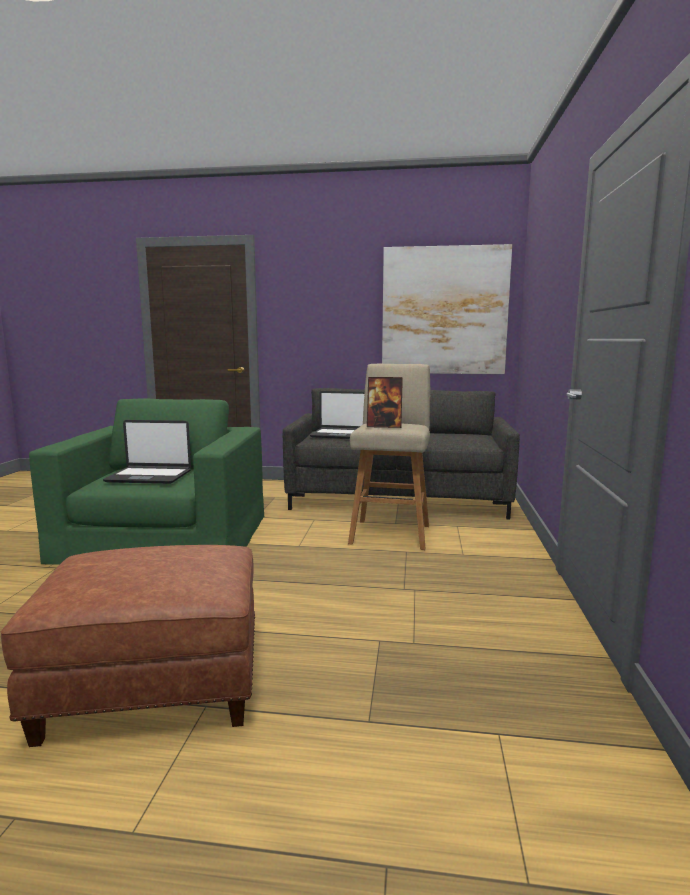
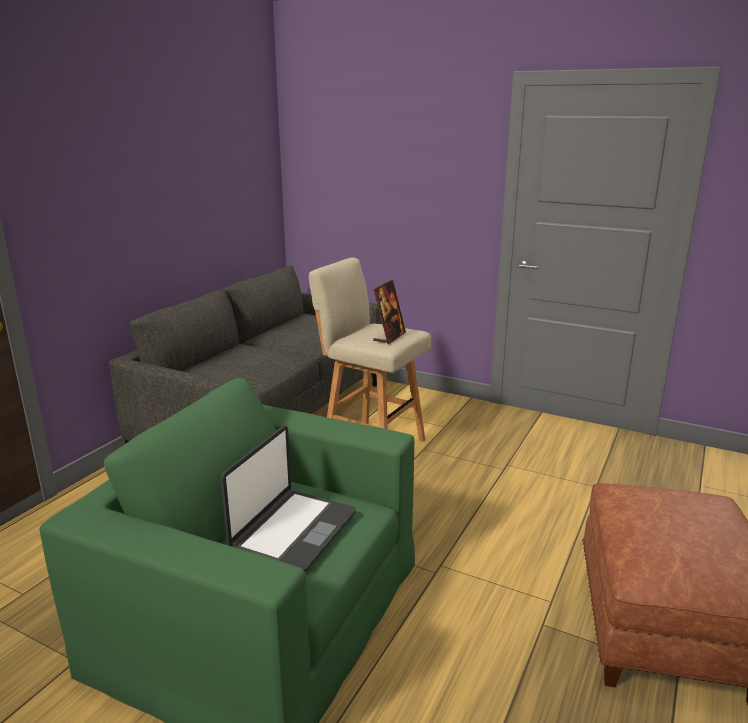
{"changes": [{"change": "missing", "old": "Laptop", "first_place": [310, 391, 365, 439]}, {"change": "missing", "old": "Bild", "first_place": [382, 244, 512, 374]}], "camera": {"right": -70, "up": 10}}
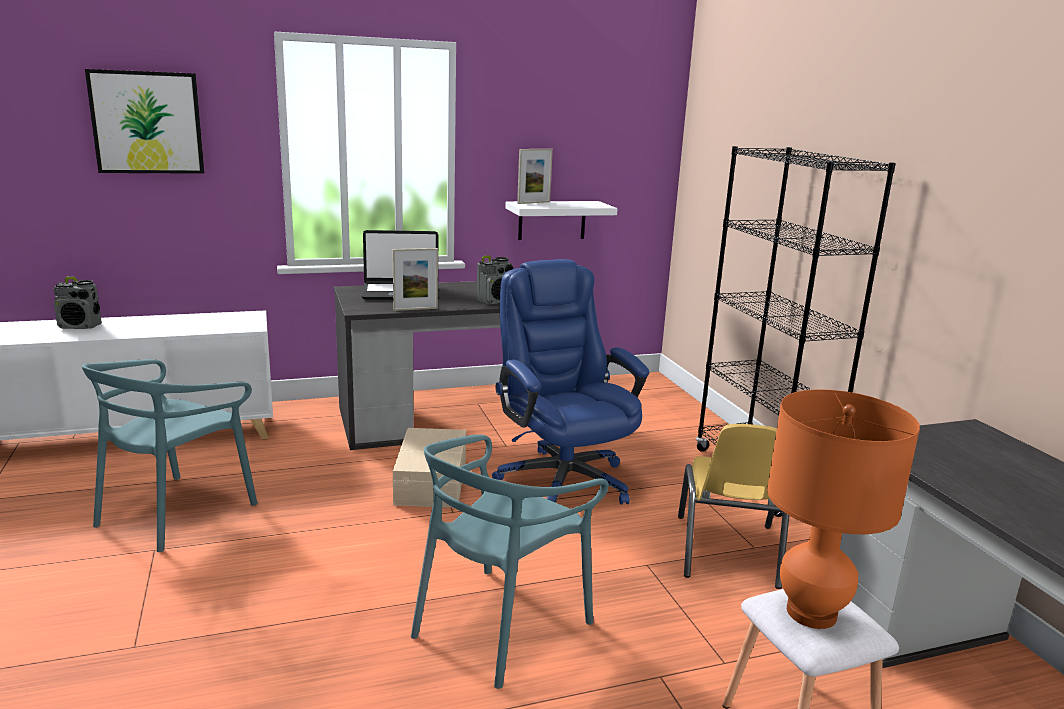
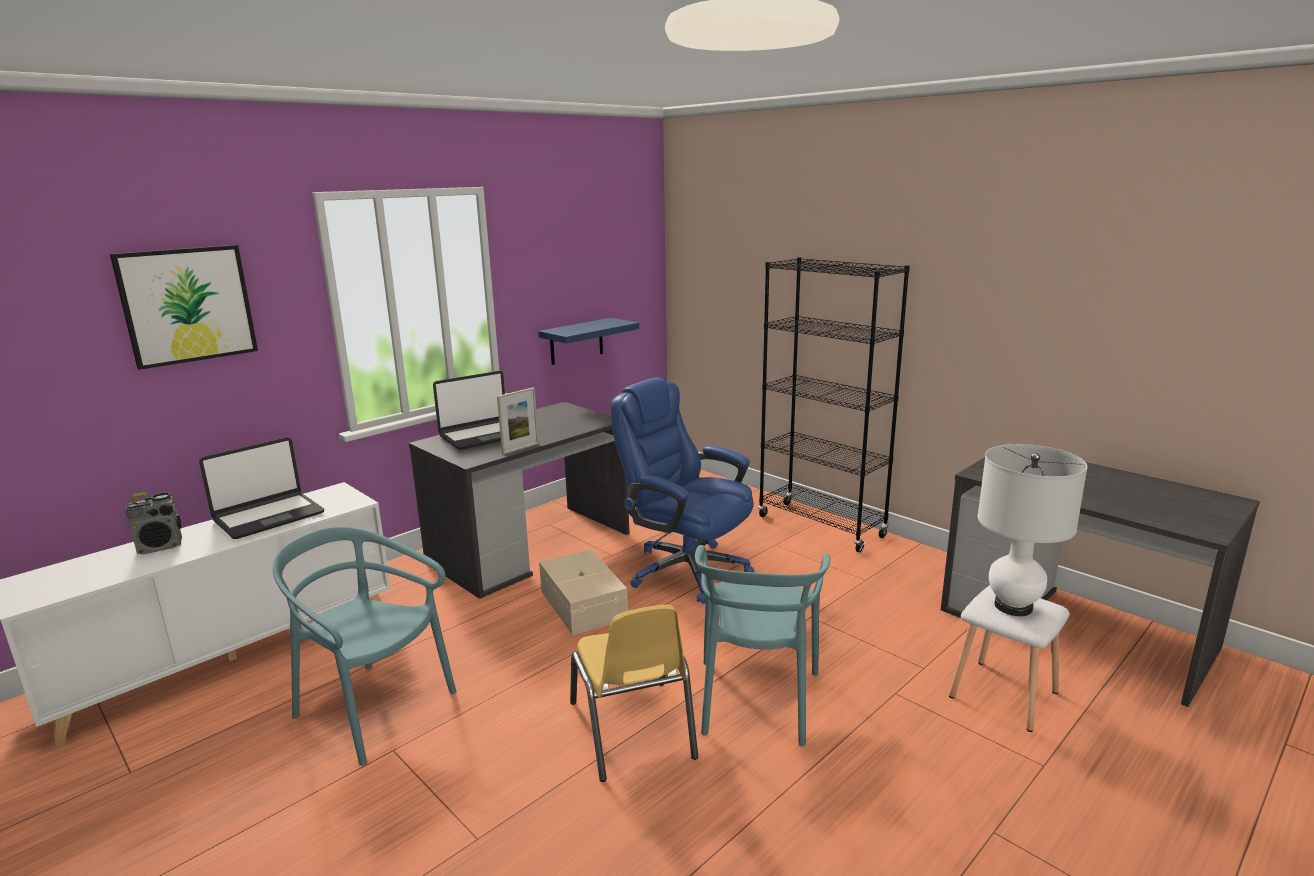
{"changes": [{"change": "missing", "old": "Radio", "first_place": [477, 255, 514, 304]}, {"change": "missing", "old": "Bilderrahmen", "first_place": [517, 149, 553, 204]}, {"change": "appeared", "new": "Laptop", "second_place": [199, 437, 324, 539]}, {"change": "relocated", "old": "Stuhl (gelb)", "first_place": [678, 424, 789, 589], "second_place": [570, 605, 698, 782]}, {"change": "colour", "old": "Wandregal (weiß)", "new": "Wandregal (blau)", "first_place": [505, 201, 618, 240], "second_place": [538, 318, 639, 365]}, {"change": "colour", "old": "Tischlampe (orange)", "new": "Tischlampe (weiß)", "first_place": [767, 389, 920, 629], "second_place": [977, 444, 1088, 616]}, {"change": "spun", "old": "Stuhl (türkis)", "first_place": [82, 359, 258, 552], "second_place": [273, 527, 457, 766], "degrees": 120}], "camera": {"right": -25, "up": 0}}
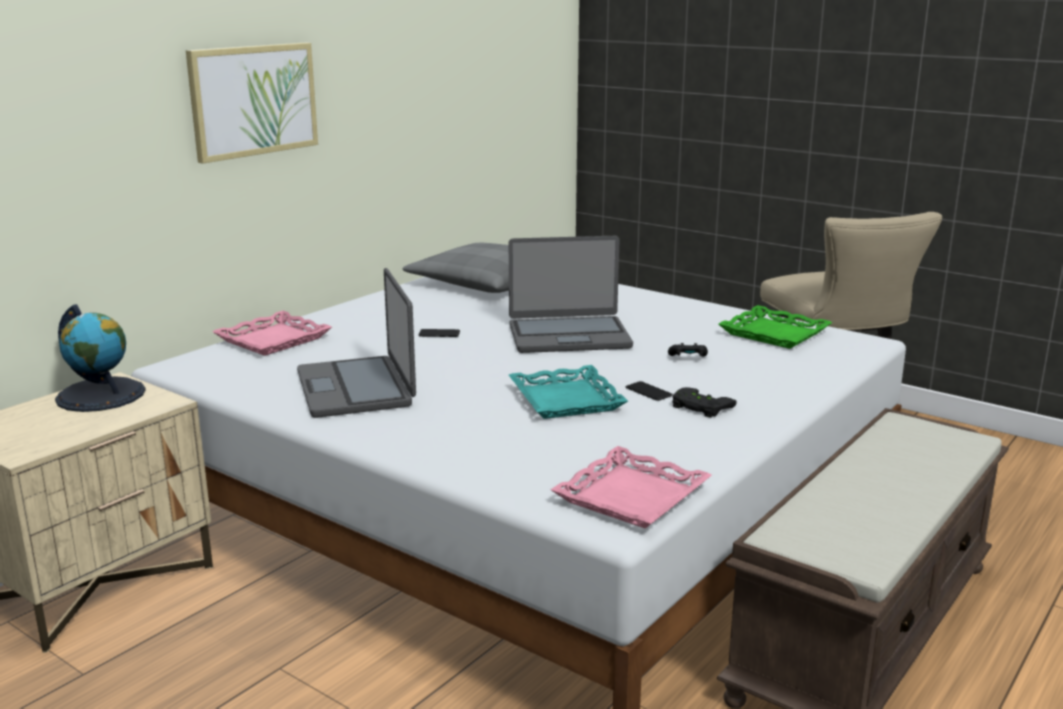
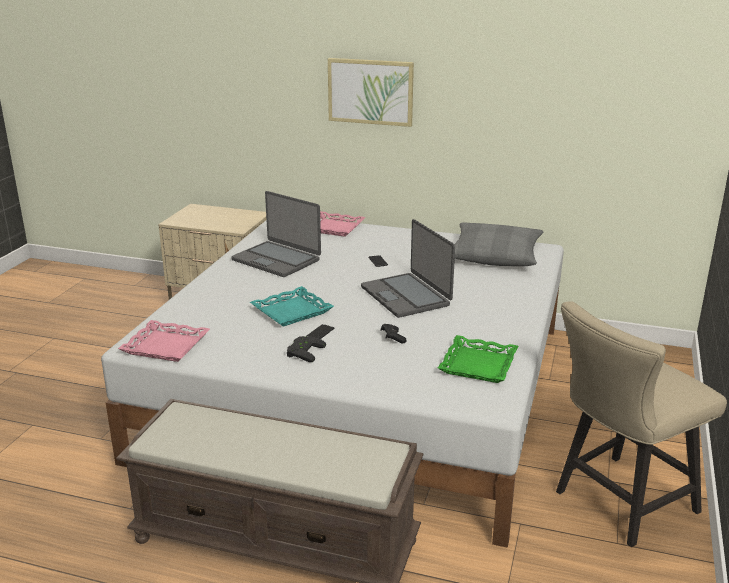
{"changes": [{"change": "missing", "old": "Globus", "first_place": [55, 304, 146, 412]}, {"change": "spun", "old": "Laptop", "first_place": [297, 268, 416, 418], "second_place": [231, 191, 321, 277], "degrees": -105}], "camera": {"right": 70, "up": 5}}
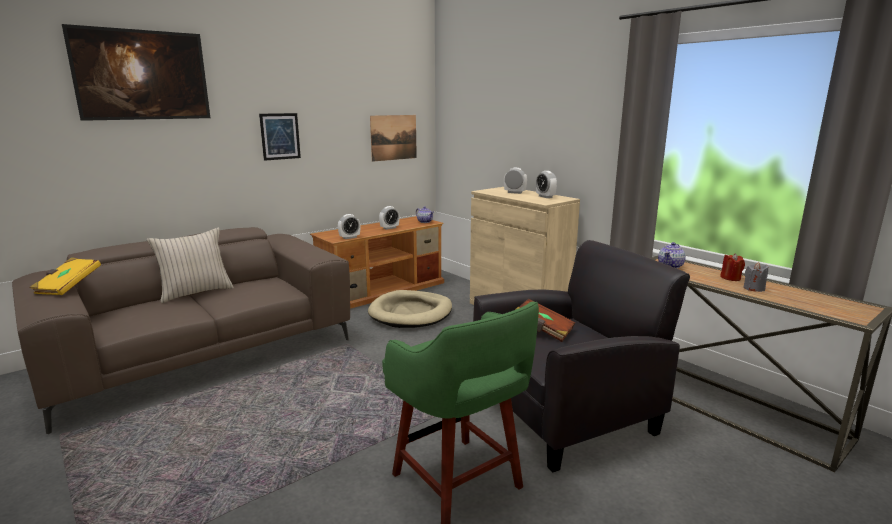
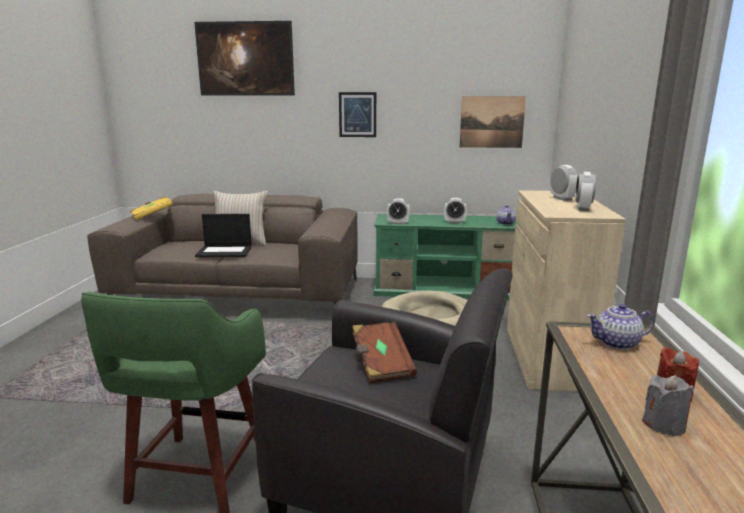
{"changes": [{"change": "appeared", "new": "Laptop", "second_place": [195, 214, 252, 257]}, {"change": "colour", "old": "Fernsehschrank (braun)", "new": "Fernsehschrank (grün)", "first_place": [310, 216, 444, 309], "second_place": [373, 214, 520, 301]}], "camera": {"right": 45, "up": 0}}
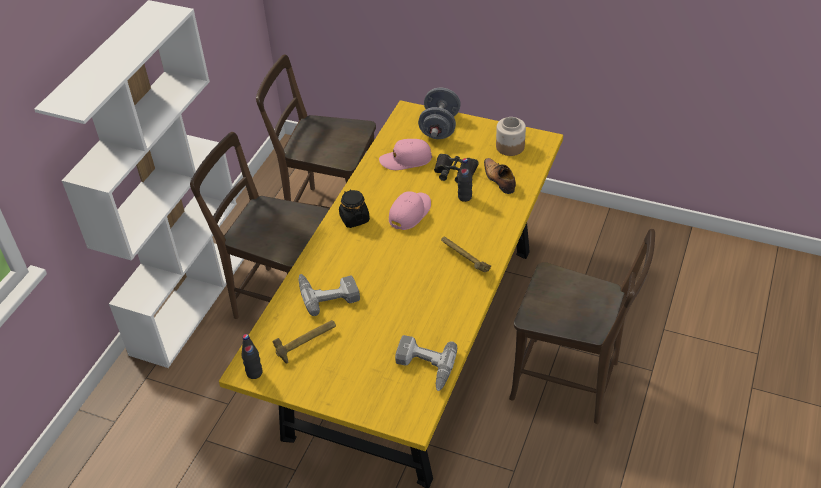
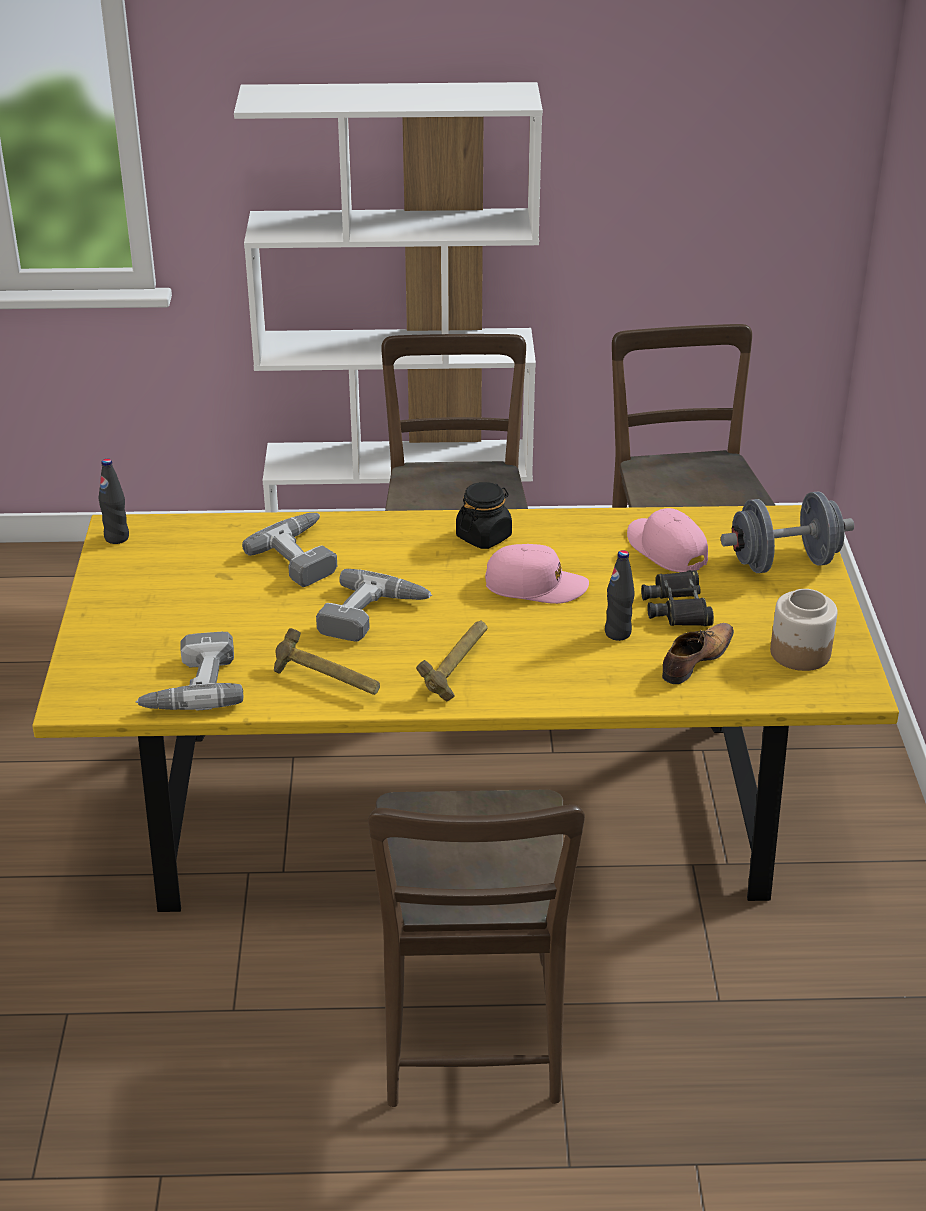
{"changes": [{"change": "appeared", "new": "Bohrmaschine", "second_place": [316, 569, 432, 642]}, {"change": "relocated", "old": "Hammer", "first_place": [272, 320, 336, 364], "second_place": [274, 628, 380, 695]}], "camera": {"right": 65, "up": -10}}
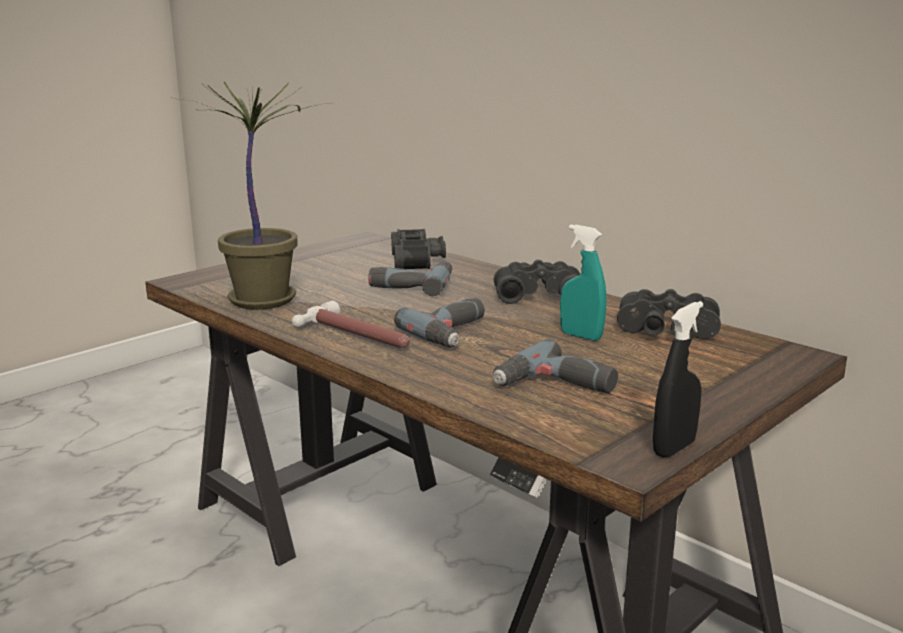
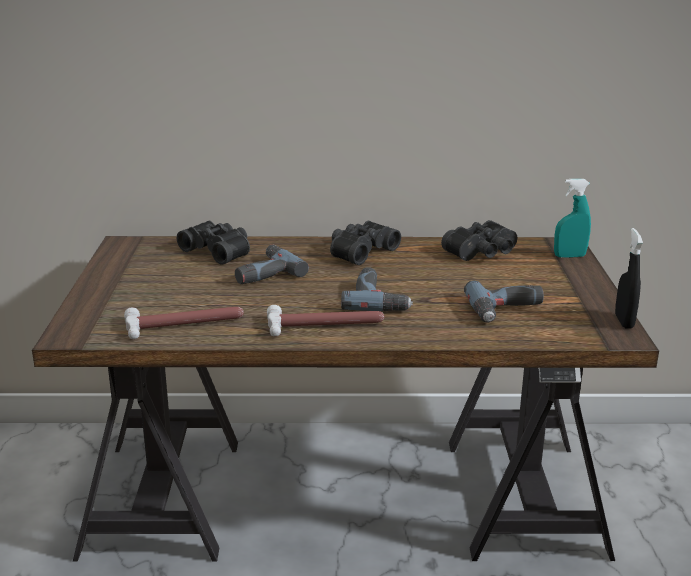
{"changes": [{"change": "relocated", "old": "Sprühflasche (türkis)", "first_place": [560, 225, 606, 341], "second_place": [554, 179, 591, 258]}, {"change": "exchanged", "old": "Topfpflanze", "new": "Hammer", "first_place": [170, 82, 330, 310], "second_place": [124, 307, 244, 339]}], "camera": {"right": -45, "up": 5}}
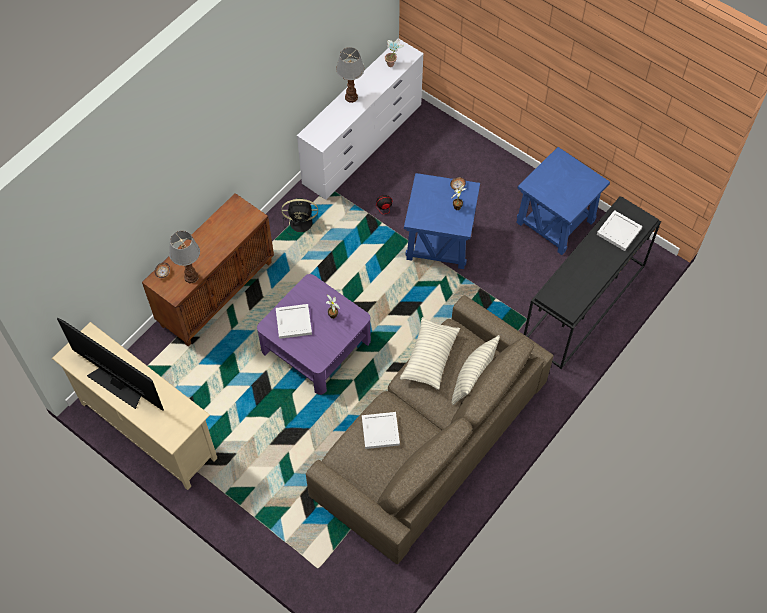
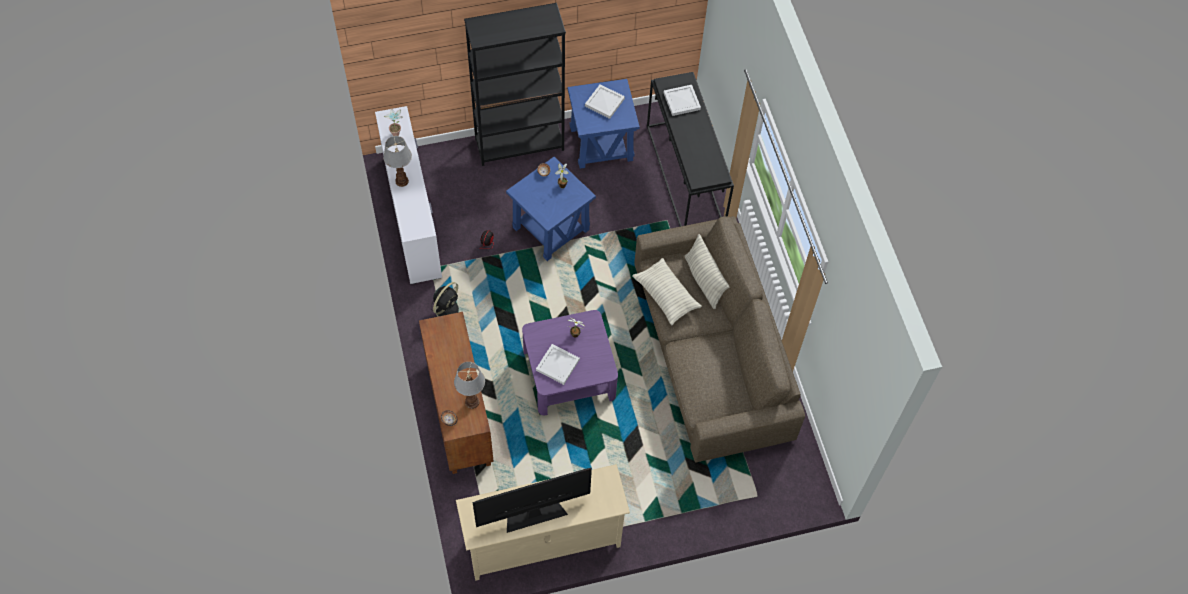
{"changes": [{"change": "appeared", "new": "Bücherregal (schwarz)", "second_place": [464, 3, 566, 166]}, {"change": "relocated", "old": "Tablett (weiß)", "first_place": [362, 412, 400, 449], "second_place": [585, 84, 625, 119]}], "camera": {"right": -55, "up": 0}}
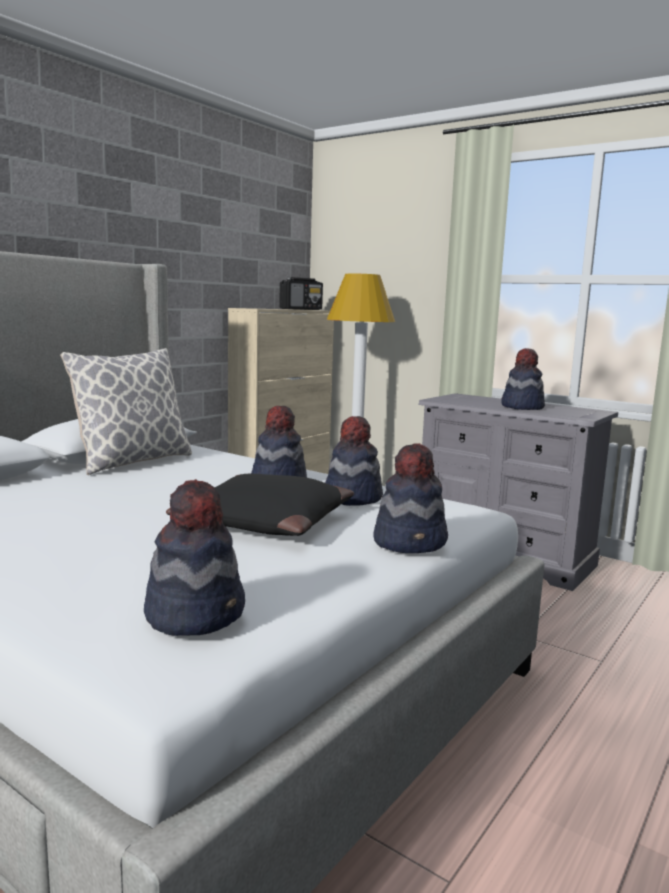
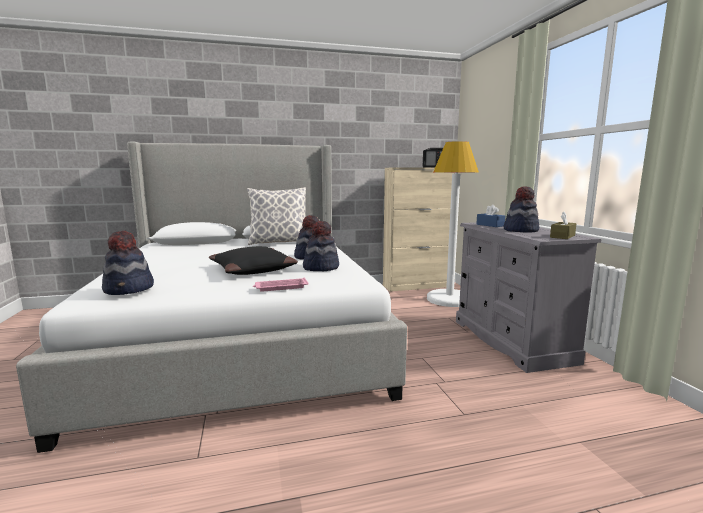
{"changes": [{"change": "appeared", "new": "Taschentuchbox (blau)", "second_place": [476, 204, 505, 227]}, {"change": "appeared", "new": "Taschentuchbox (braun)", "second_place": [550, 212, 577, 239]}, {"change": "exchanged", "old": "Hut", "new": "Tablett (rosa)", "first_place": [373, 443, 448, 553], "second_place": [253, 278, 309, 292]}], "camera": {"right": 40, "up": 0}}
